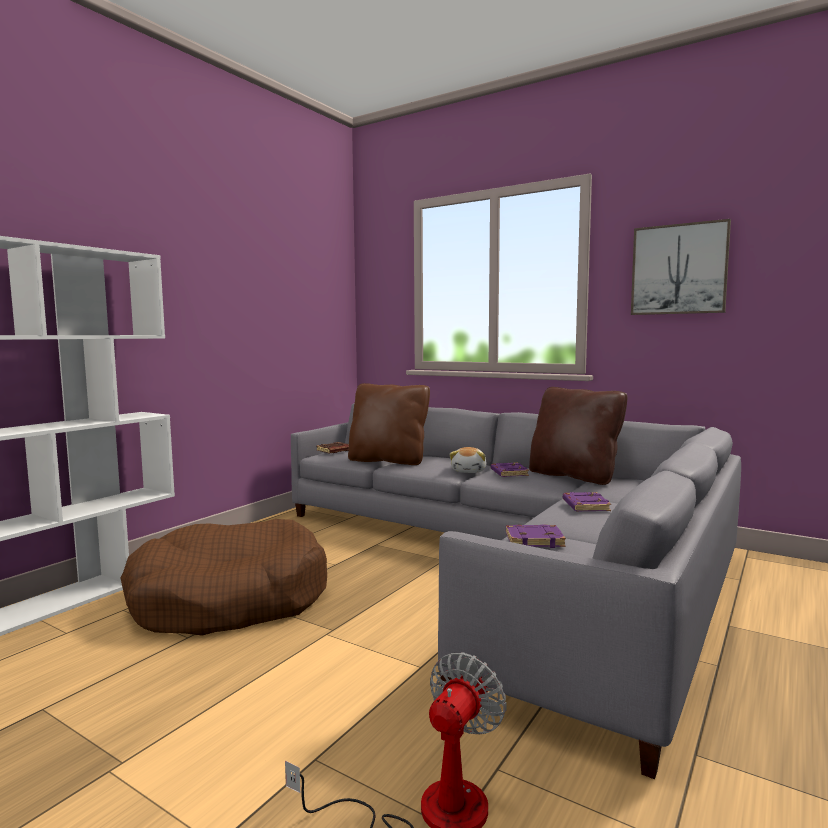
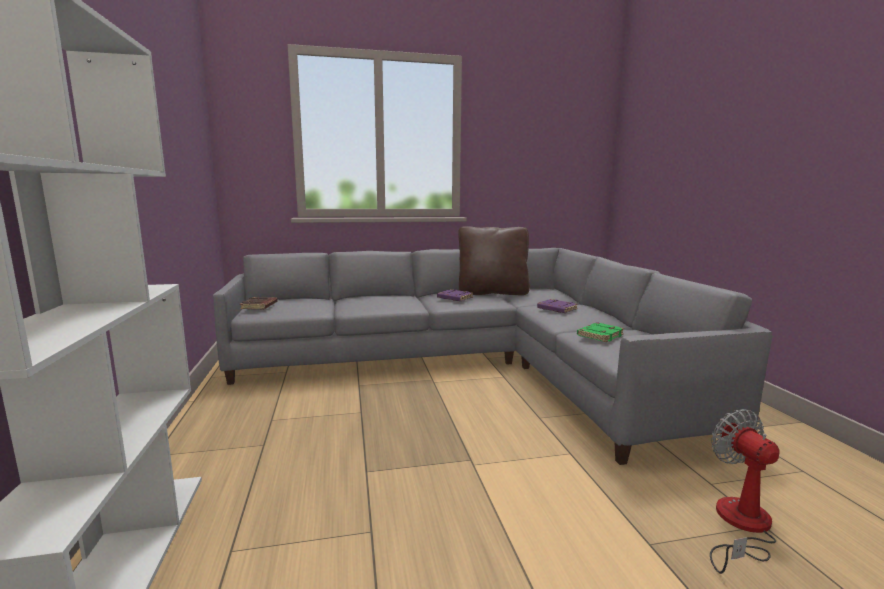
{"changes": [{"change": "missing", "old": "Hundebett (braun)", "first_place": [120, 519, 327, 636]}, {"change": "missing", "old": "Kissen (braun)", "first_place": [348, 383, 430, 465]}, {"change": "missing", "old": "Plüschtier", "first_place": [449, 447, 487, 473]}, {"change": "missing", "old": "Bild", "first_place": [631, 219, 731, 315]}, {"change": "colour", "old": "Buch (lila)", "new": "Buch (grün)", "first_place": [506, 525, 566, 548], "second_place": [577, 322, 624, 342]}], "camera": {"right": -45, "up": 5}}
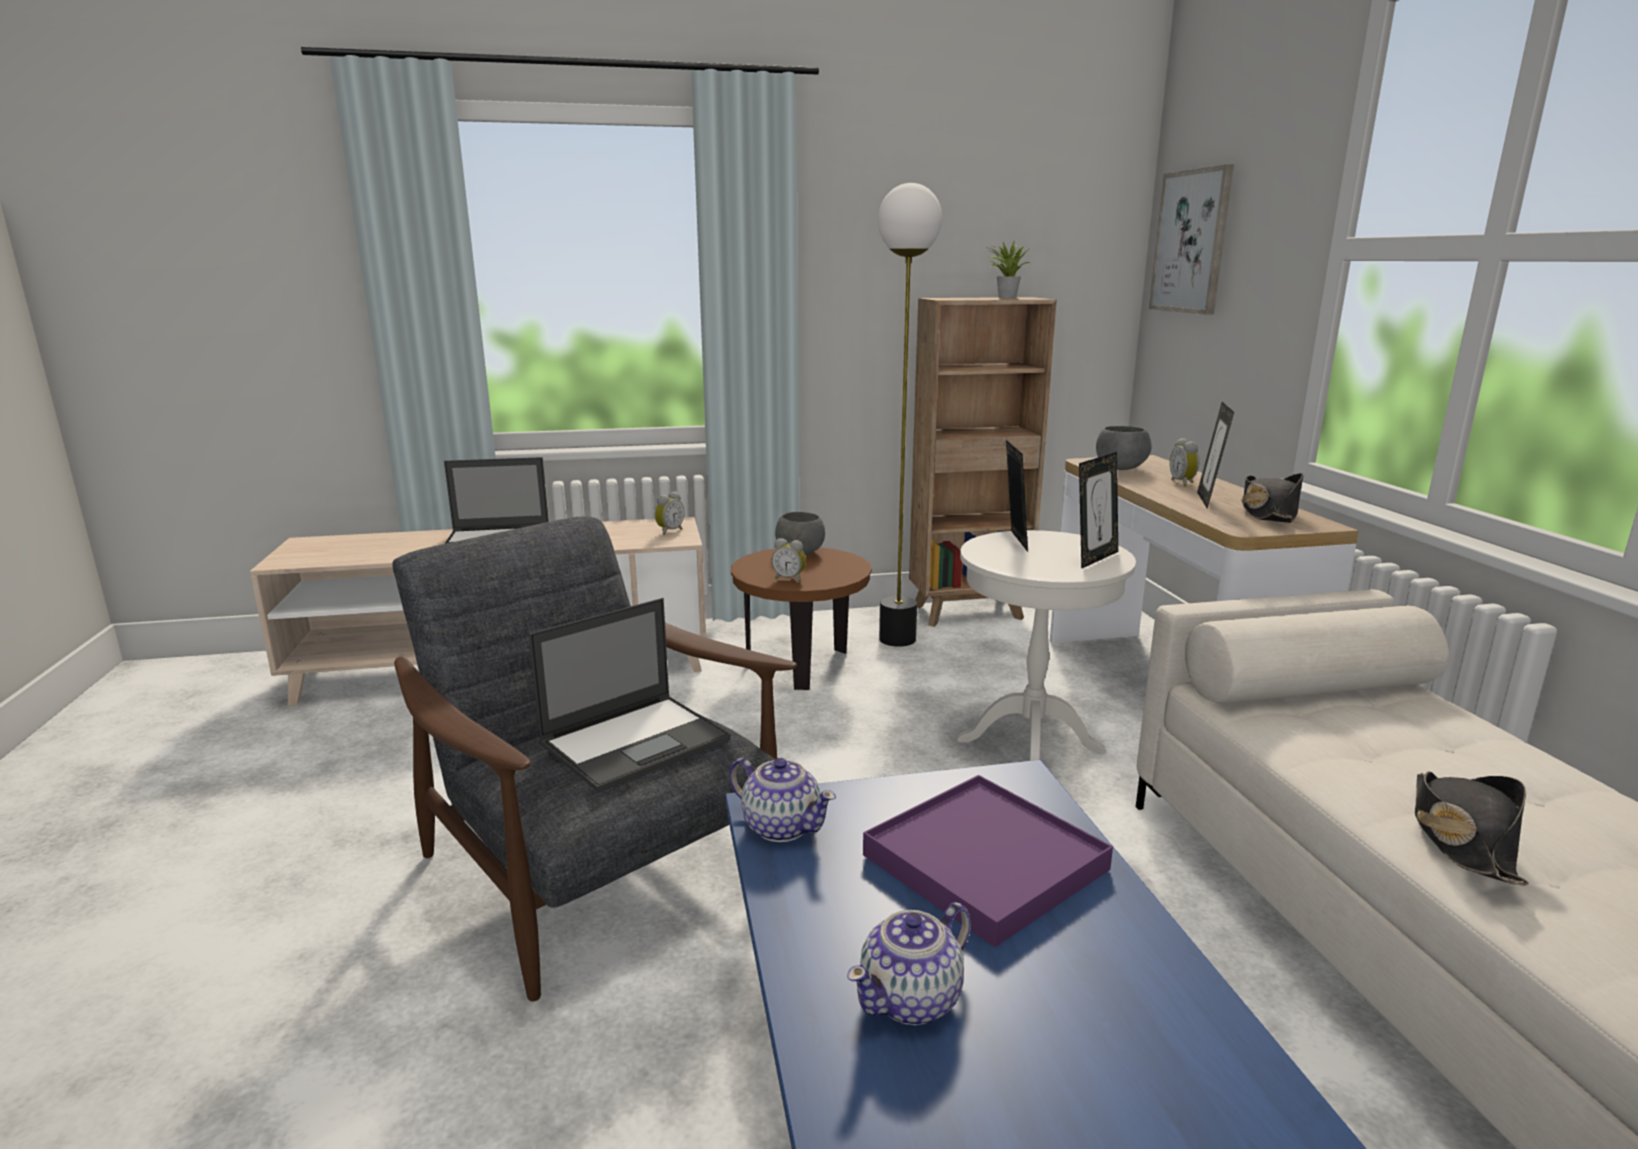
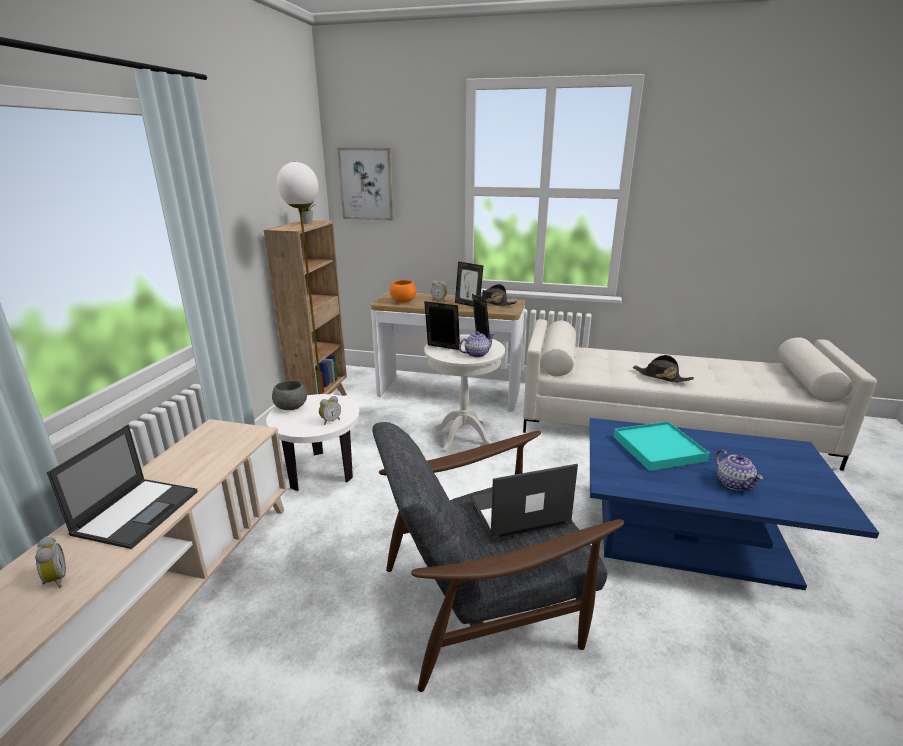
{"changes": [{"change": "relocated", "old": "Wecker", "first_place": [655, 491, 685, 535], "second_place": [35, 537, 66, 588]}, {"change": "relocated", "old": "Teekanne", "first_place": [729, 758, 836, 842], "second_place": [459, 331, 495, 357]}, {"change": "colour", "old": "Beistelltisch (braun)", "new": "Beistelltisch (weiß)", "first_place": [731, 547, 872, 690], "second_place": [266, 394, 360, 491]}, {"change": "colour", "old": "Tablett (lila)", "new": "Tablett (türkis)", "first_place": [863, 775, 1113, 947], "second_place": [613, 421, 709, 471]}, {"change": "colour", "old": "Schüssel (grau)", "new": "Schüssel (orange)", "first_place": [1096, 426, 1152, 470], "second_place": [390, 280, 416, 303]}, {"change": "spun", "old": "Laptop", "first_place": [529, 598, 731, 793], "second_place": [469, 464, 578, 540], "degrees": -90}], "camera": {"right": -65, "up": 5}}
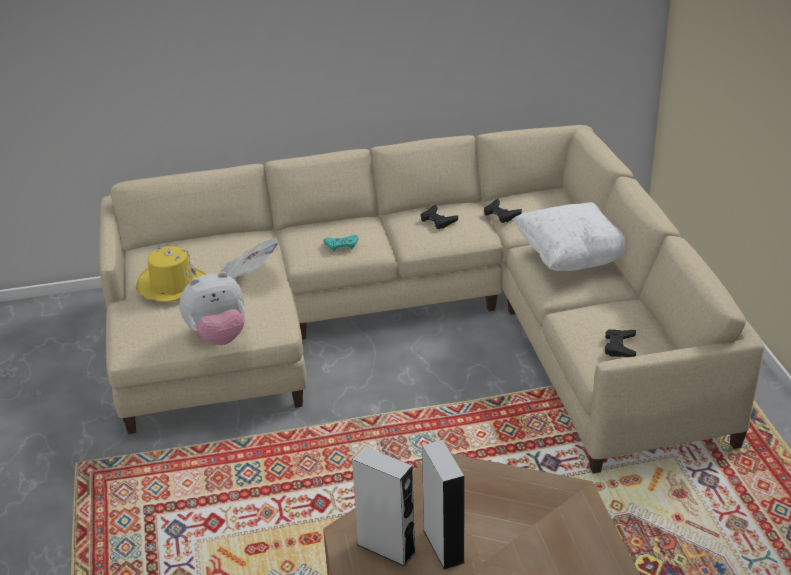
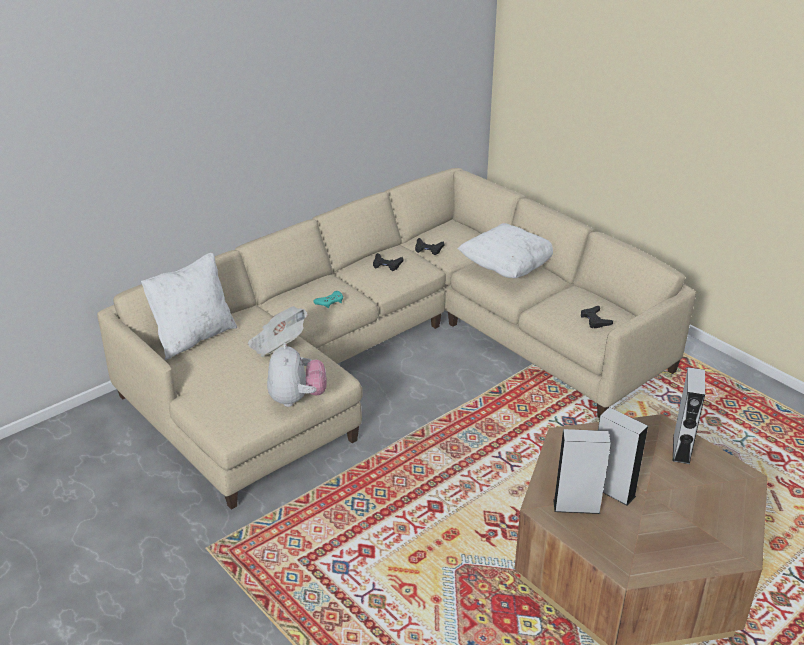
{"changes": [{"change": "missing", "old": "Hut (gelb)", "first_place": [136, 244, 206, 302]}, {"change": "appeared", "new": "Kissen (weiß)", "second_place": [141, 252, 237, 360]}, {"change": "appeared", "new": "Lautsprecher (grau)", "second_place": [673, 367, 705, 464]}, {"change": "spun", "old": "Plüschtier", "first_place": [180, 272, 245, 345], "second_place": [267, 343, 327, 407], "degrees": -45}], "camera": {"right": -30, "up": 0}}
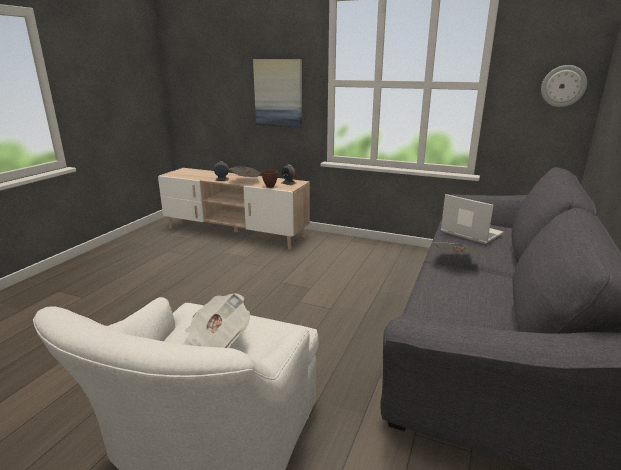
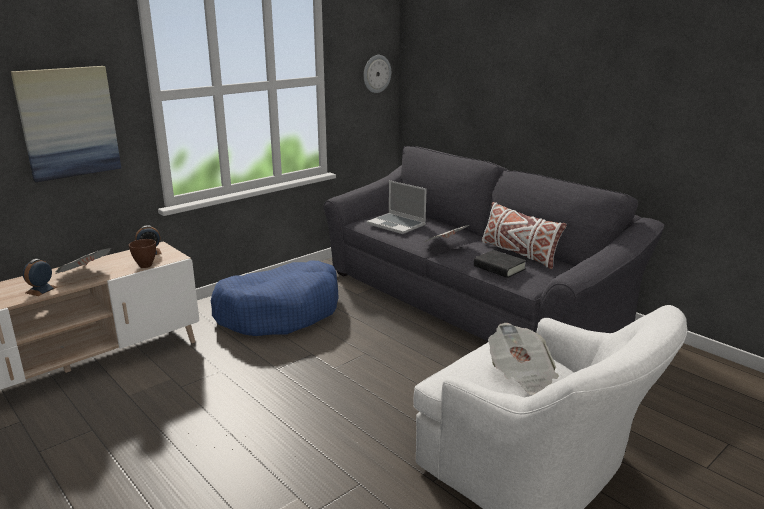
{"changes": [{"change": "appeared", "new": "Hundebett (blau)", "second_place": [211, 260, 338, 336]}, {"change": "appeared", "new": "Buch (schwarz)", "second_place": [474, 250, 527, 278]}, {"change": "appeared", "new": "Kissen (weiß)", "second_place": [481, 202, 567, 269]}, {"change": "spun", "old": "Laptop", "first_place": [441, 194, 504, 244], "second_place": [367, 180, 426, 234], "degrees": -120}], "camera": {"right": -65, "up": 0}}
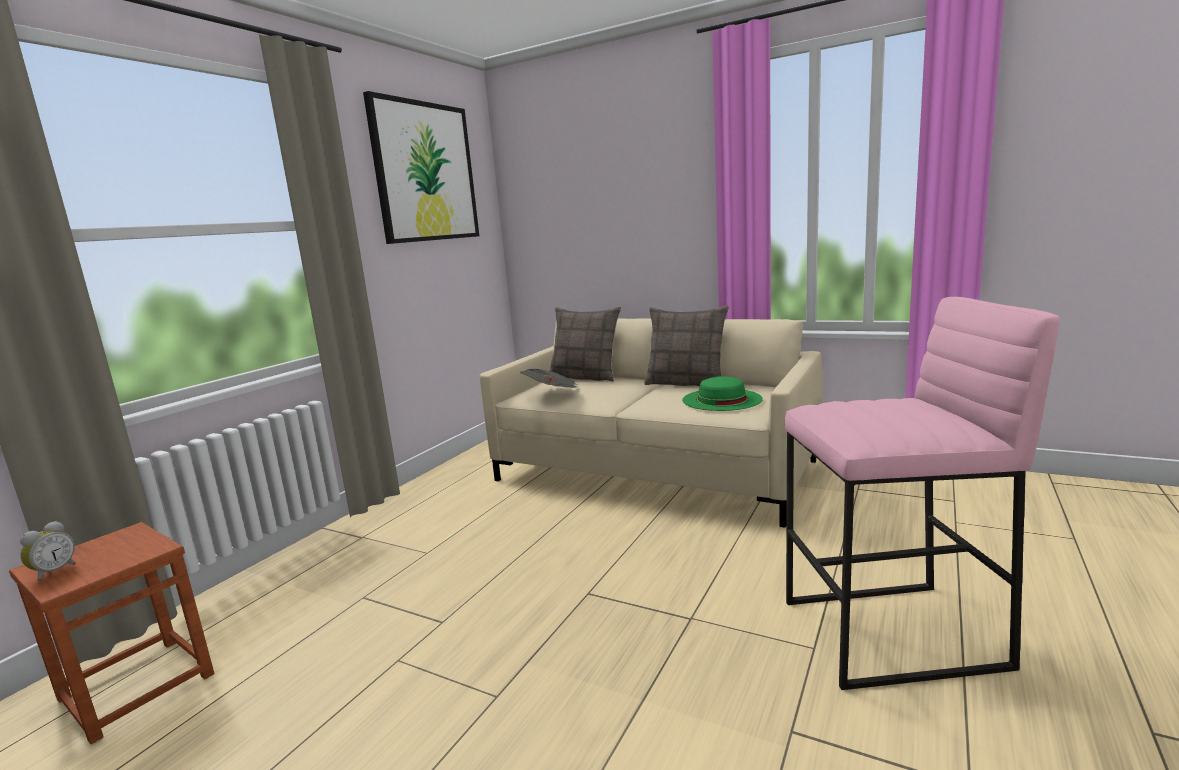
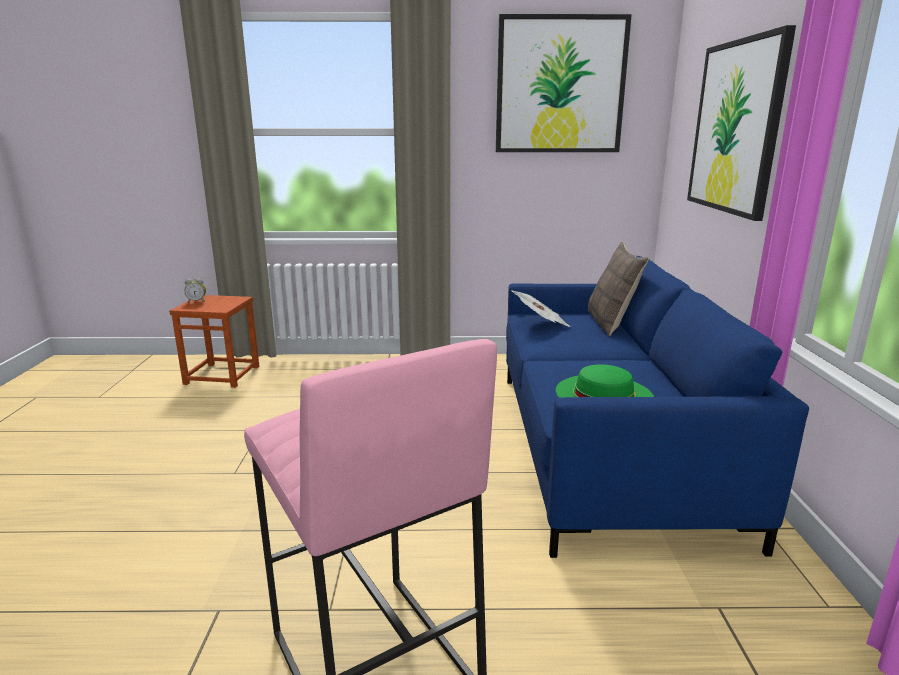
{"changes": [{"change": "missing", "old": "Kissen", "first_place": [644, 306, 729, 386]}, {"change": "appeared", "new": "Bild", "second_place": [687, 25, 796, 221]}, {"change": "colour", "old": "Sofa (beige)", "new": "Sofa (blau)", "first_place": [479, 318, 823, 528], "second_place": [506, 256, 809, 558]}], "camera": {"right": 60, "up": 5}}
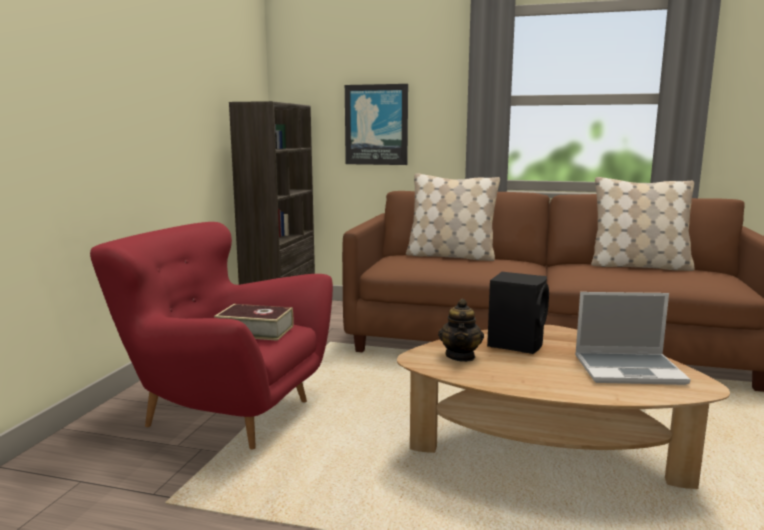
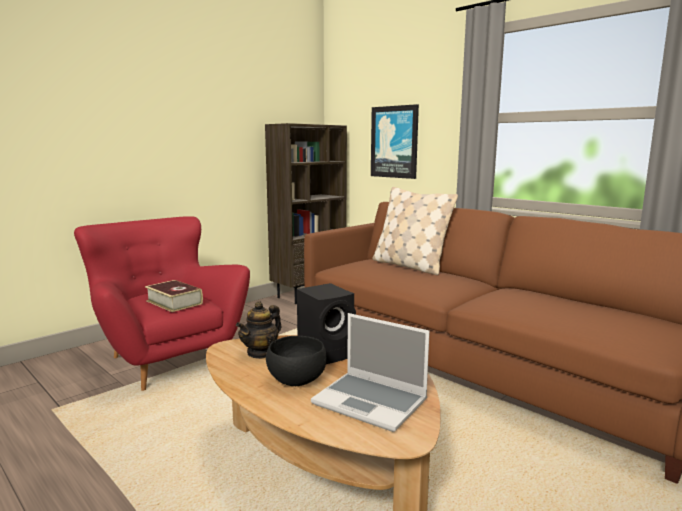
{"changes": [{"change": "missing", "old": "Kissen (beige)", "first_place": [591, 177, 695, 271]}, {"change": "appeared", "new": "Schüssel (schwarz)", "second_place": [266, 336, 327, 386]}], "camera": {"right": 30, "up": 0}}
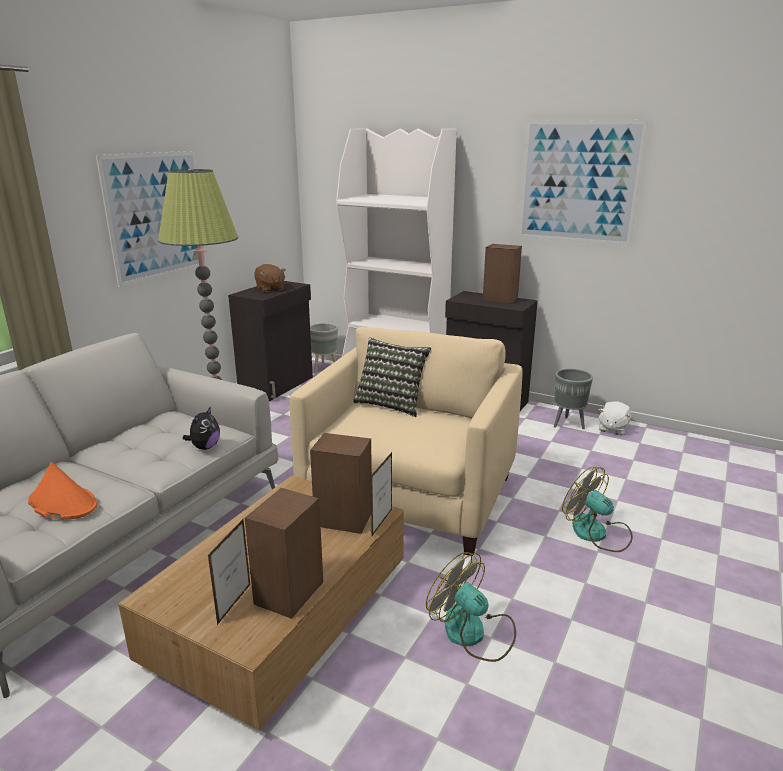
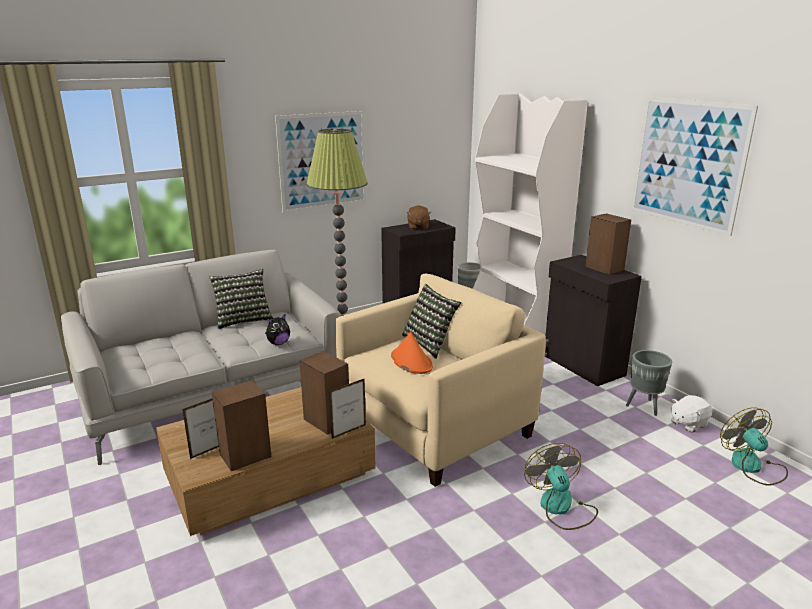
{"changes": [{"change": "appeared", "new": "Kissen", "second_place": [209, 269, 273, 329]}, {"change": "relocated", "old": "Hut (orange)", "first_place": [28, 462, 97, 520], "second_place": [391, 332, 433, 374]}, {"change": "relocated", "old": "Ventilator", "first_place": [426, 552, 516, 662], "second_place": [720, 407, 788, 485]}], "camera": {"right": 30, "up": 0}}
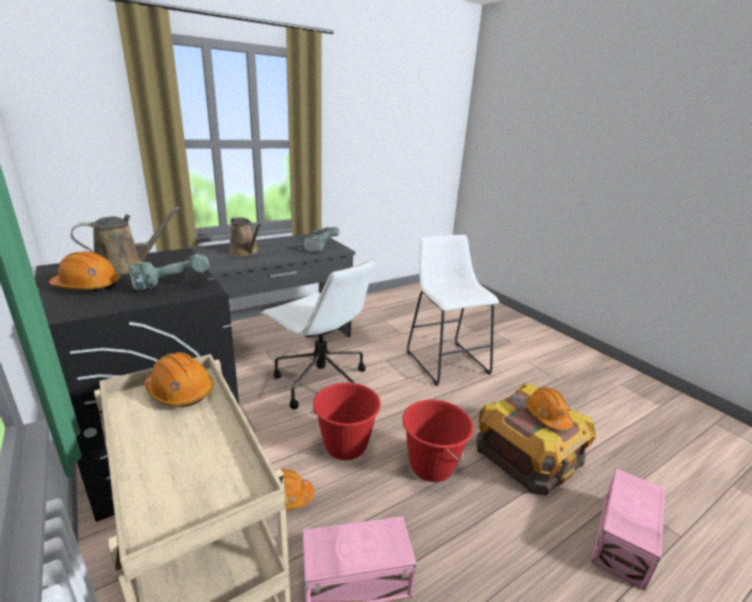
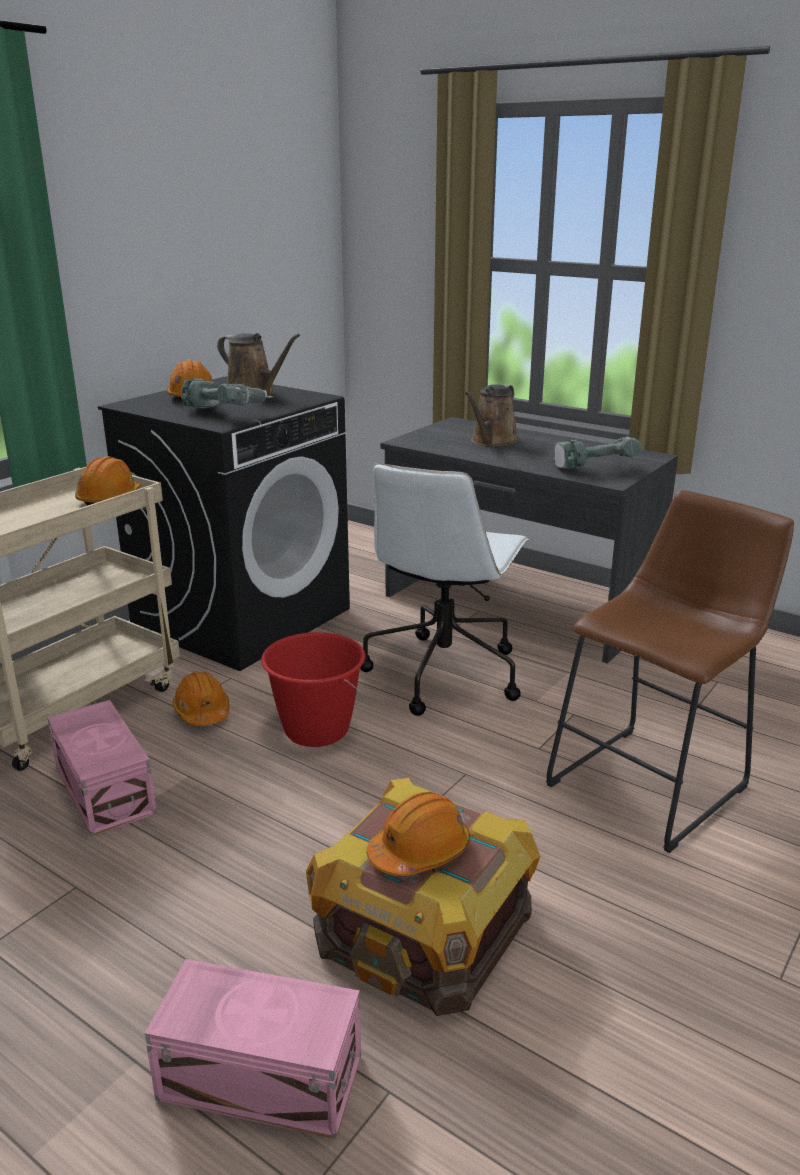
{"changes": [{"change": "missing", "old": "Eimer (rot)", "first_place": [402, 400, 474, 482]}, {"change": "colour", "old": "Hocker (weiß)", "new": "Hocker (braun)", "first_place": [407, 235, 499, 386], "second_place": [546, 490, 794, 853]}], "camera": {"right": 70, "up": 0}}
